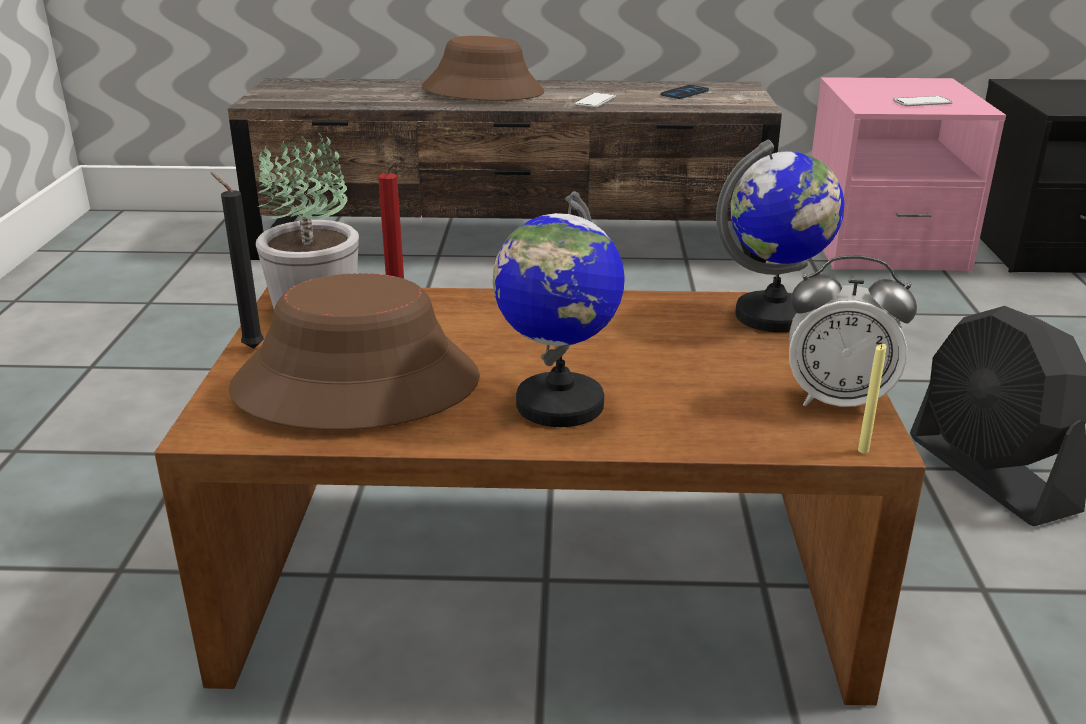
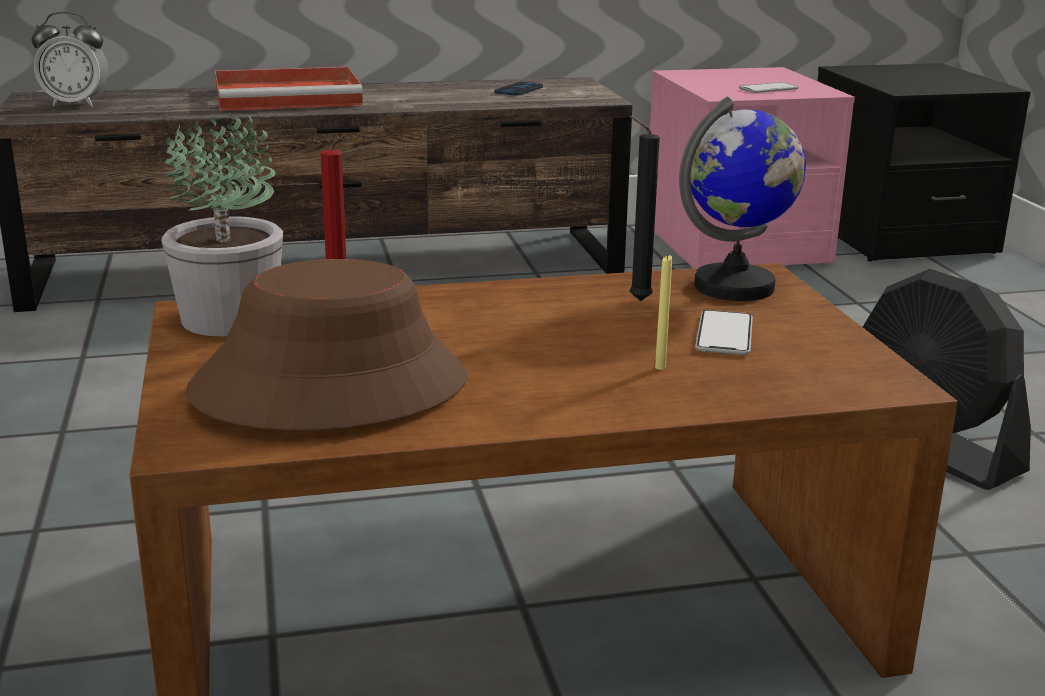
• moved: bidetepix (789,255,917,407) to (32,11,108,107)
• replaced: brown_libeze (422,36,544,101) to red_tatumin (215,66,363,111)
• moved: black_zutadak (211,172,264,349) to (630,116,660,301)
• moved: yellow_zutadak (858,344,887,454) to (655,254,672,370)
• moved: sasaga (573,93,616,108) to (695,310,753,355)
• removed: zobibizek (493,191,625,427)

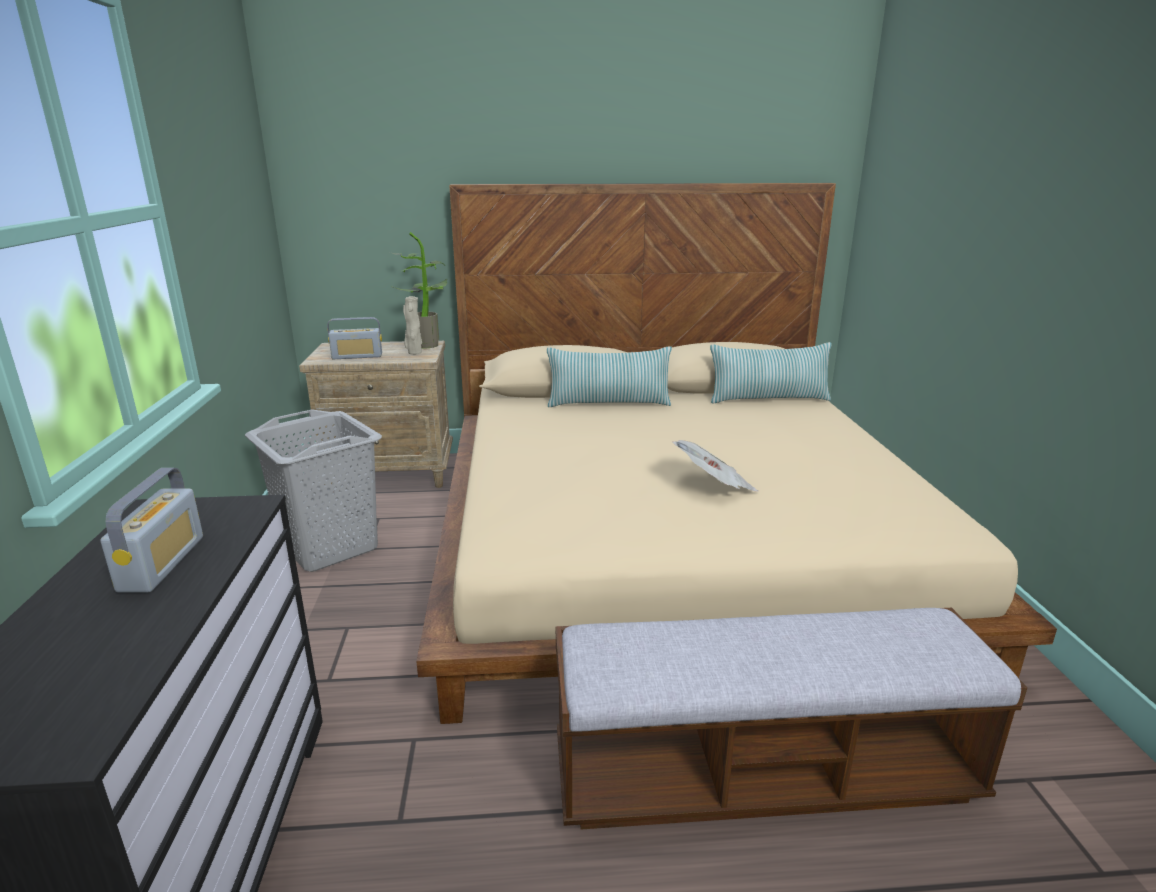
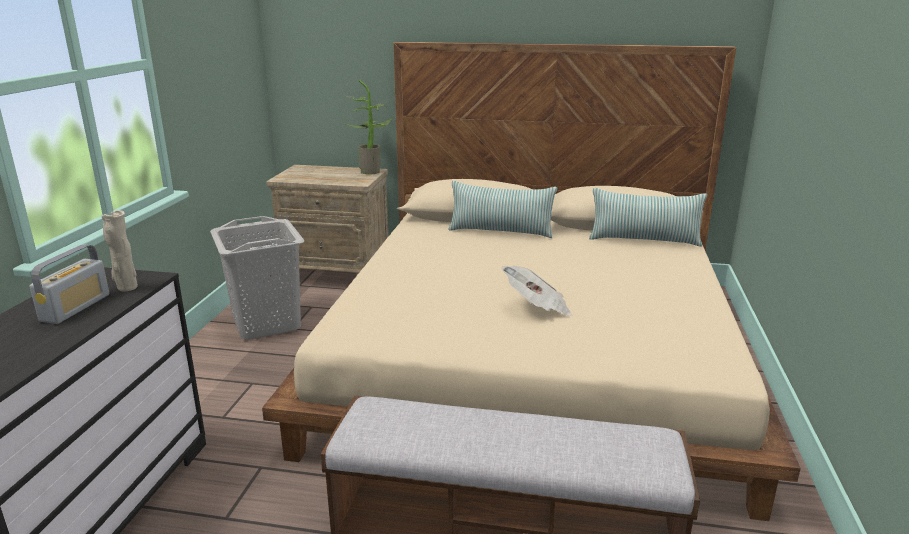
• moved: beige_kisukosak (403,296,422,355) to (102,210,138,291)
• removed: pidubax (327,317,382,359)

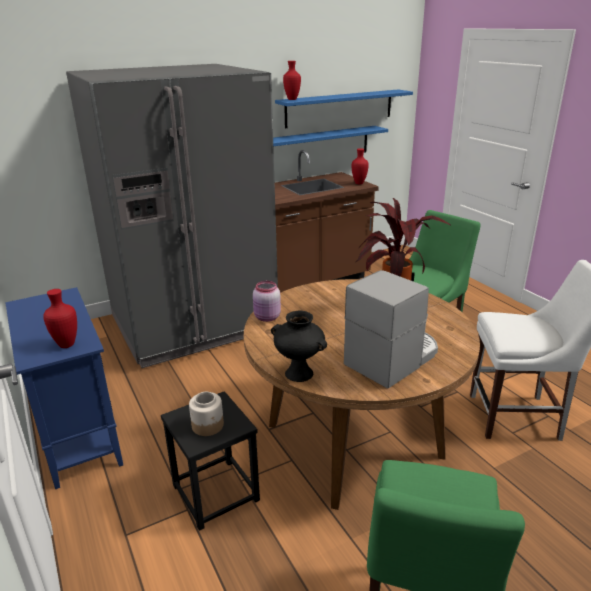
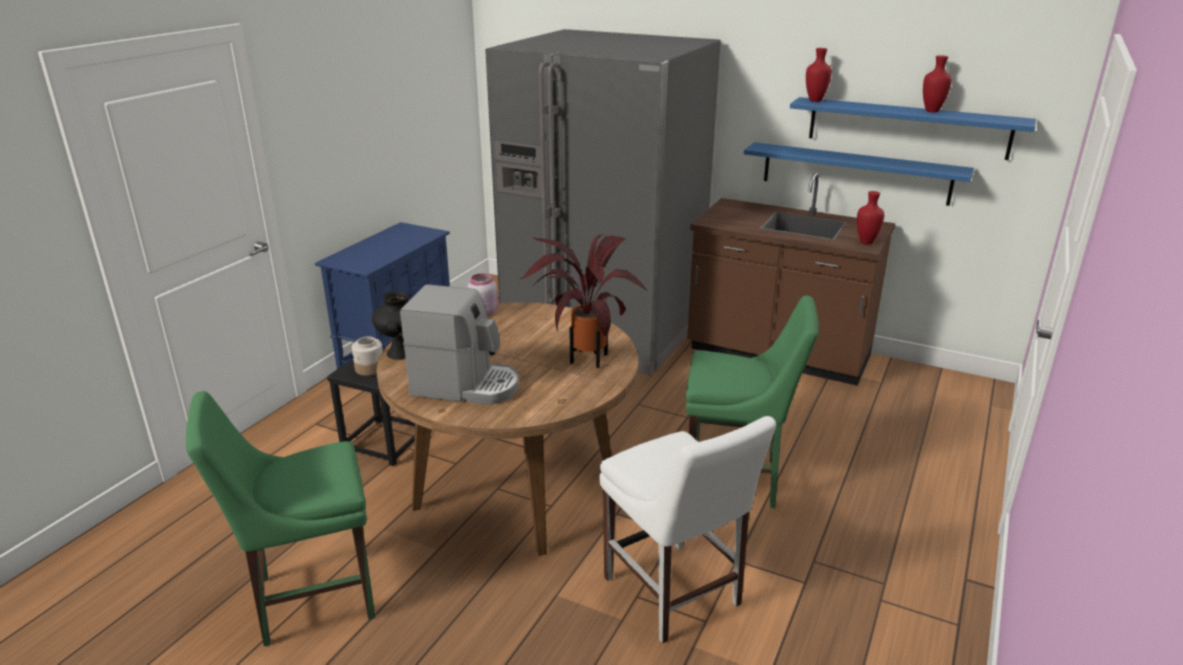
• moved: red_kisukosak (43,289,77,348) to (923,55,952,112)

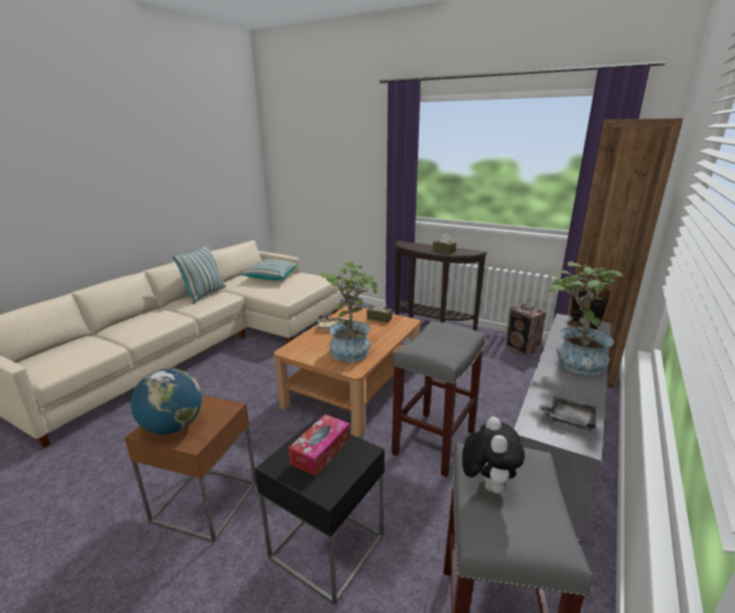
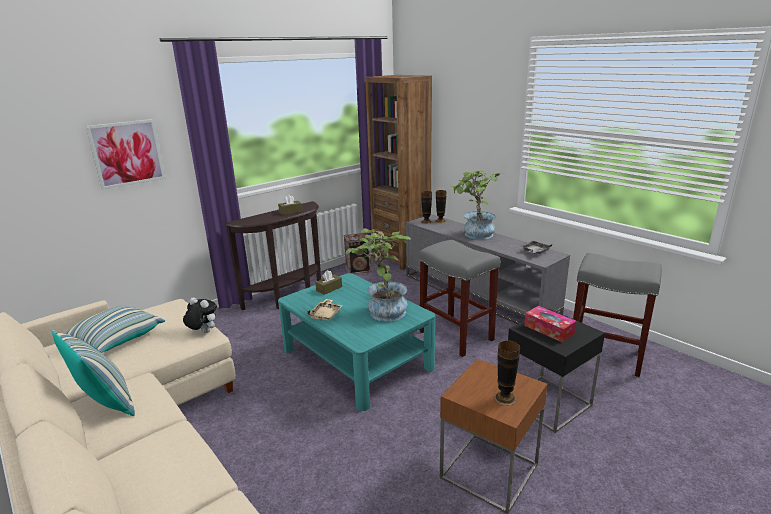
• added: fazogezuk (86,119,166,190)
• moved: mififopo (462,417,525,494) to (183,297,217,333)
• recoloured: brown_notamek (274,305,420,437) to turquoise_notamek (278,273,435,411)
• replaced: zobibizek (131,368,202,434) to kisukosak (493,341,520,406)

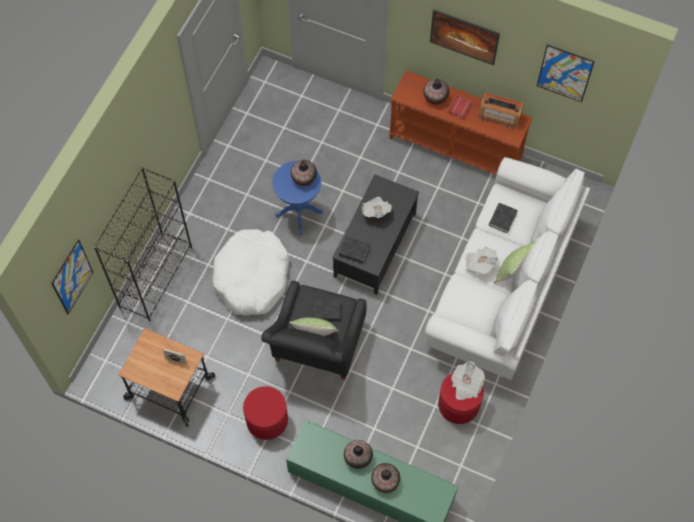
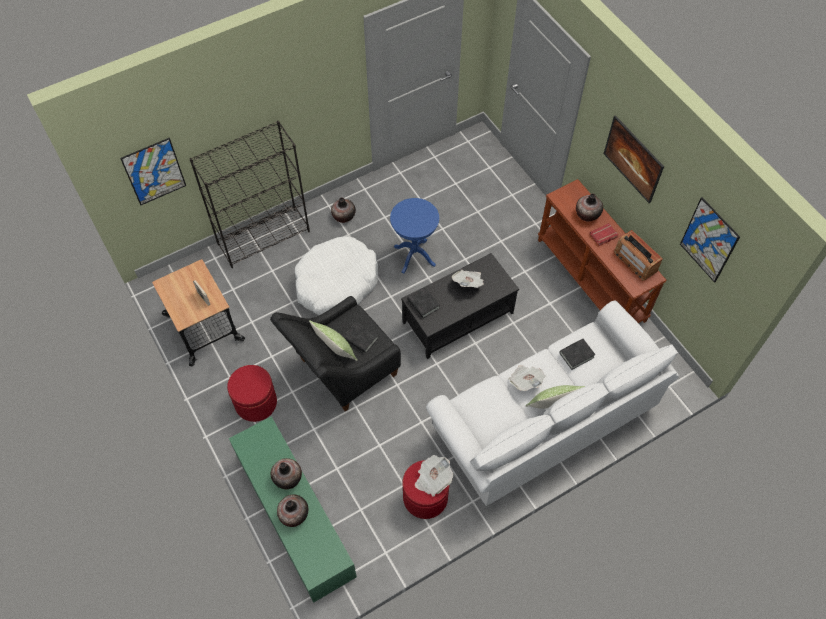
• moved: kisukosak (291,160,317,186) to (331,197,356,223)

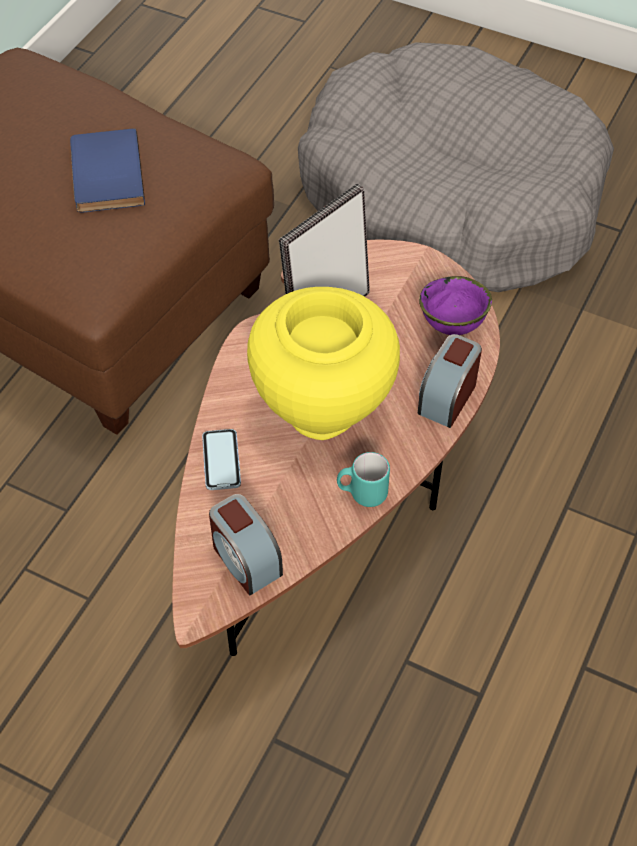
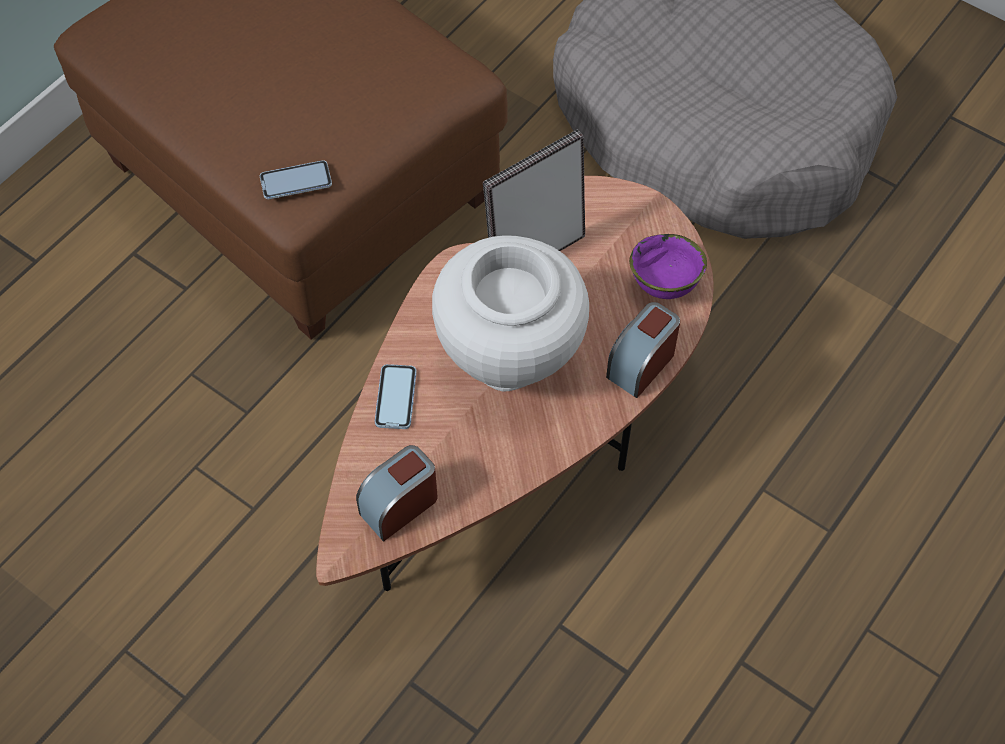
• added: sasaga (260,160,332,199)
• turned: bidetepix (209,494,283,596) = (356,445,438,541) 75 degrees clockwise
• recoloured: yellow_kisukosak (247,287,400,440) to white_kisukosak (432,235,589,392)
• removed: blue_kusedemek (70,128,145,213)
• removed: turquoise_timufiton (337,452,390,507)

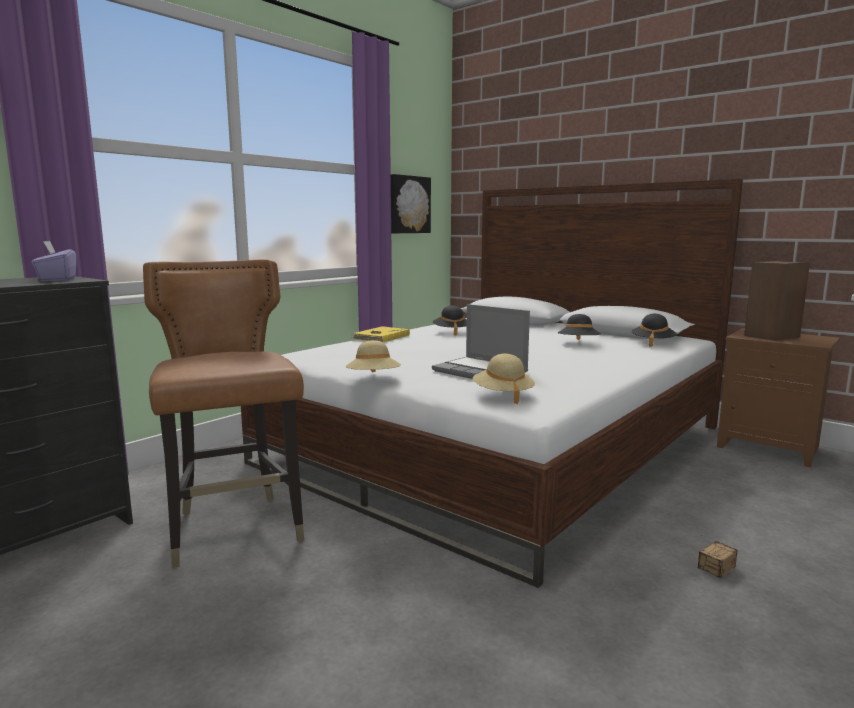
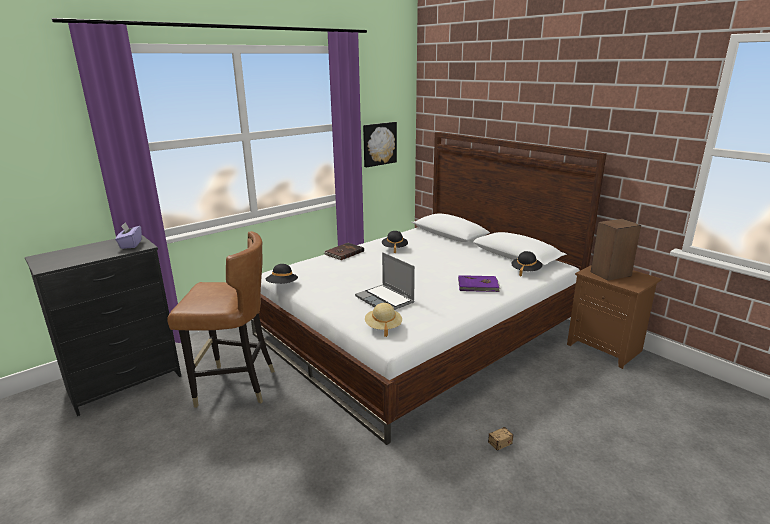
• turned: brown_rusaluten (143,259,304,568) = (167,231,275,408) 105 degrees clockwise
• moved: black_libeze (558,314,601,340) to (265,264,298,284)
• recoloured: yellow_kusedemek (352,326,410,342) to brown_kusedemek (324,243,364,260)
• added: purple_kusedemek (458,275,500,292)
• removed: beige_libeze (346,340,401,373)

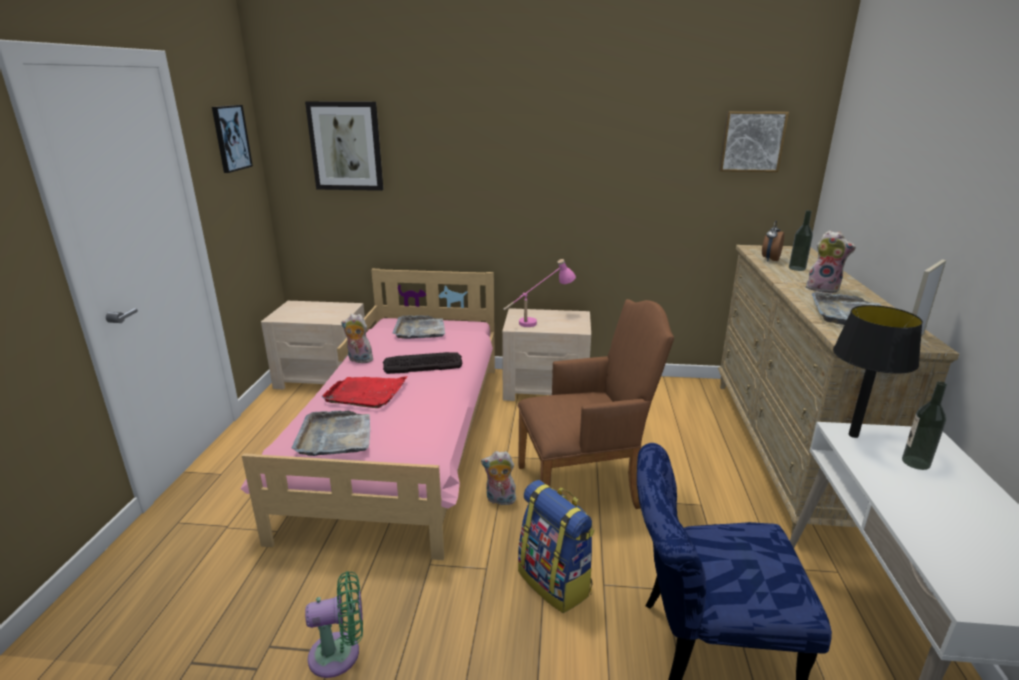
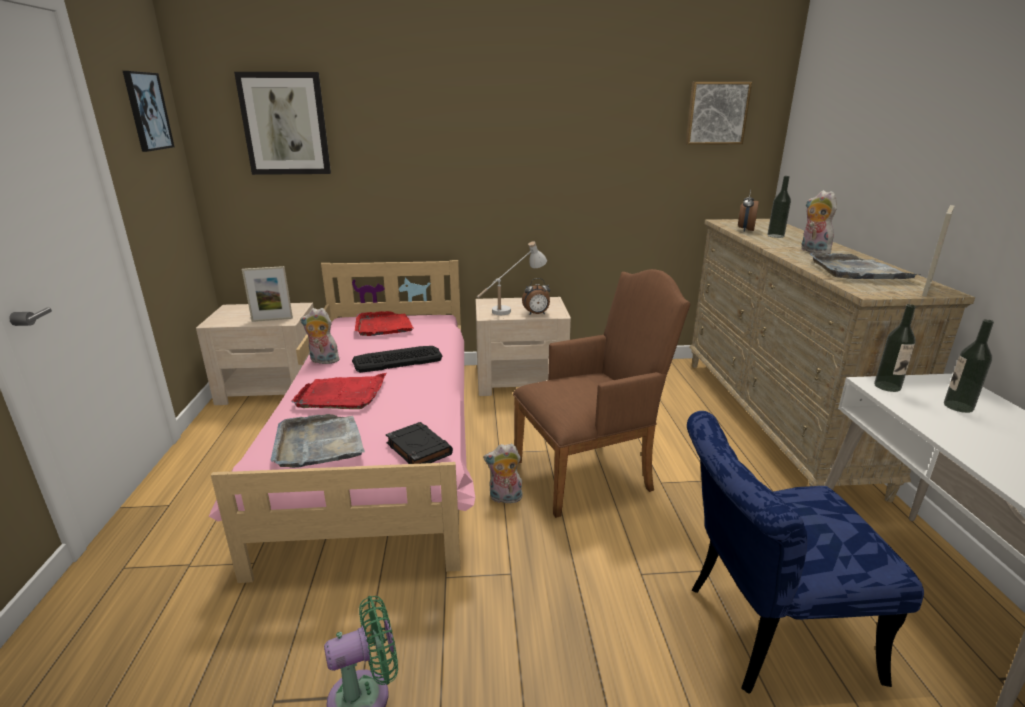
• added: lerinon (242,266,293,322)
• recoloured: grey_tatumin (393,315,445,339) to red_tatumin (355,311,413,336)
• added: black_kusedemek (386,422,453,464)
• recoloured: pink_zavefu (503,259,576,327) to white_zavefu (477,241,547,315)
• added: bidetepix (522,278,550,315)
• turned: mififopo (806,230,856,294) = (802,190,837,254) 135 degrees counterclockwise
• replaced: black_zavefu (833,305,923,438) to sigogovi (874,304,916,392)
• removed: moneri (518,480,595,613)

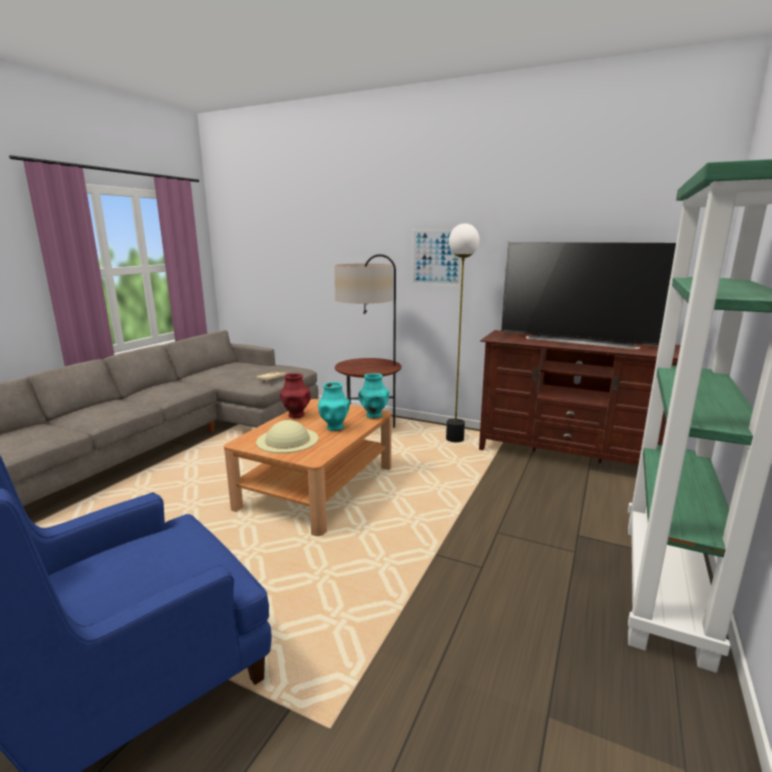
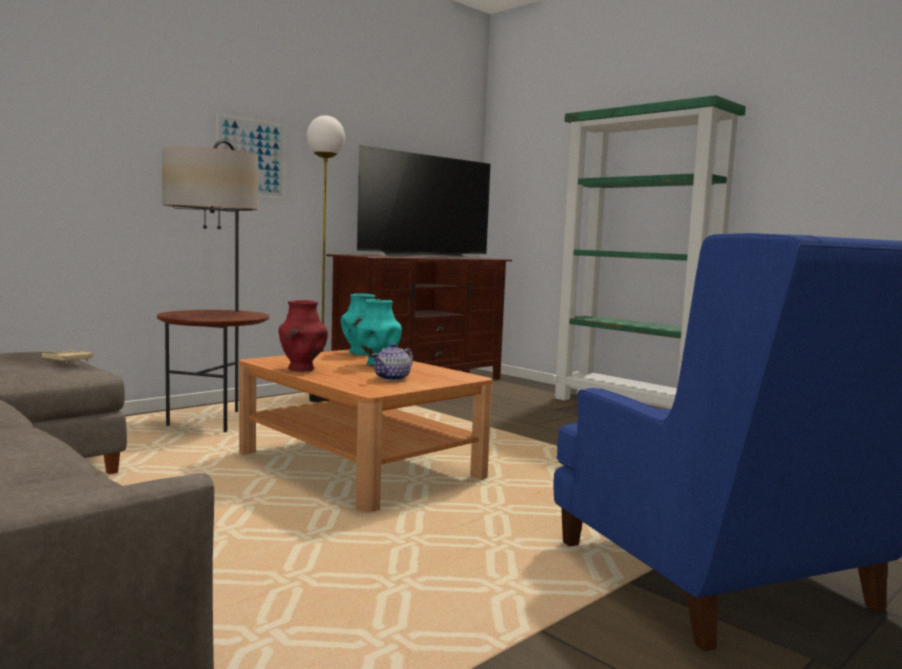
• replaced: beige_libeze (256,420,318,453) to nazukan (371,343,413,381)

